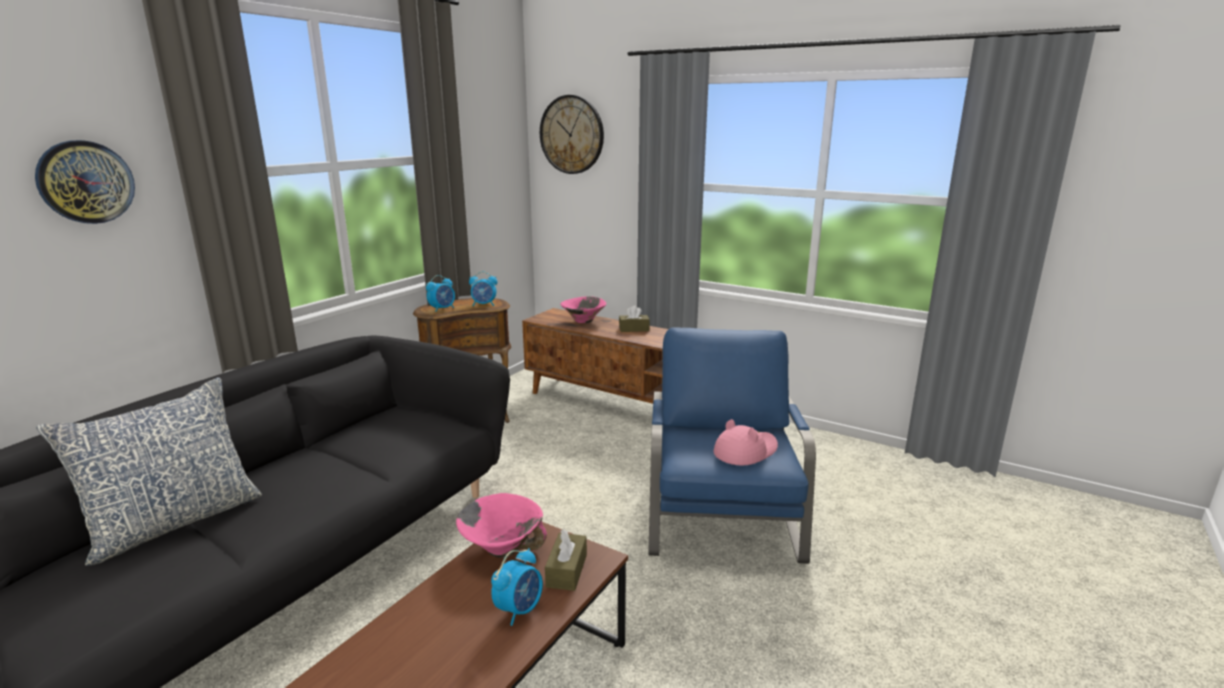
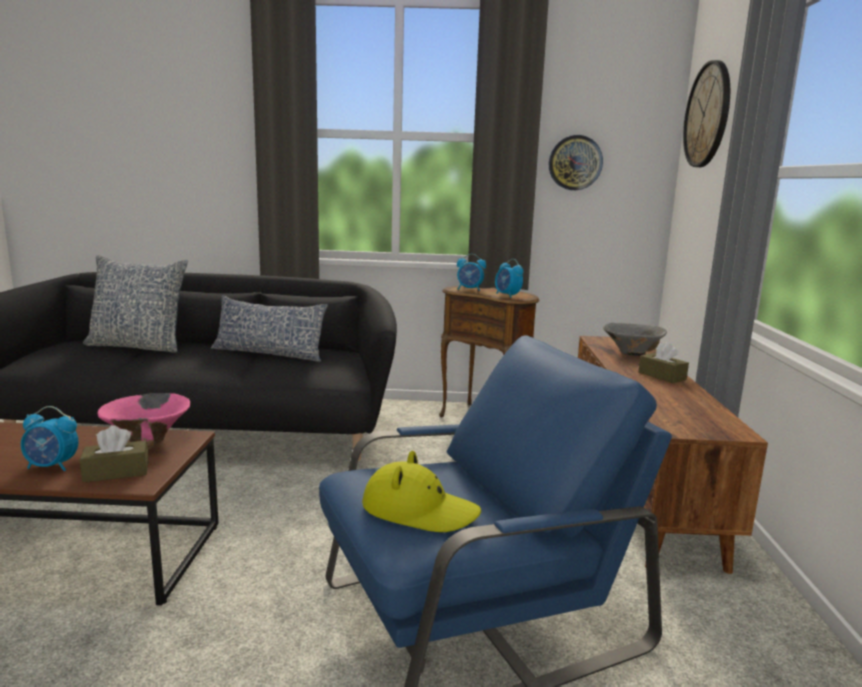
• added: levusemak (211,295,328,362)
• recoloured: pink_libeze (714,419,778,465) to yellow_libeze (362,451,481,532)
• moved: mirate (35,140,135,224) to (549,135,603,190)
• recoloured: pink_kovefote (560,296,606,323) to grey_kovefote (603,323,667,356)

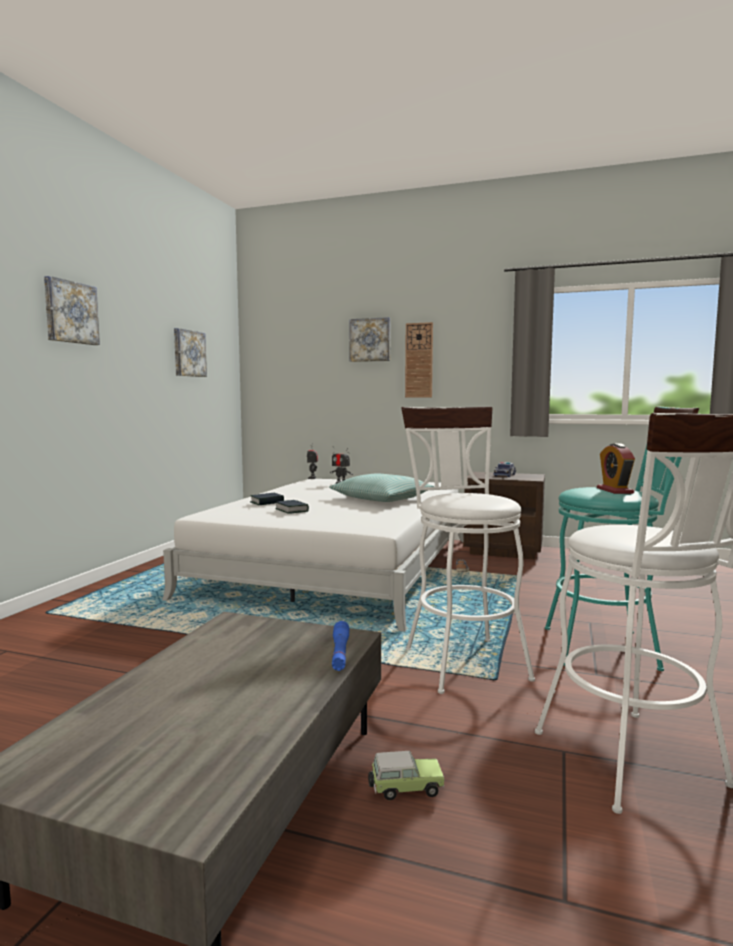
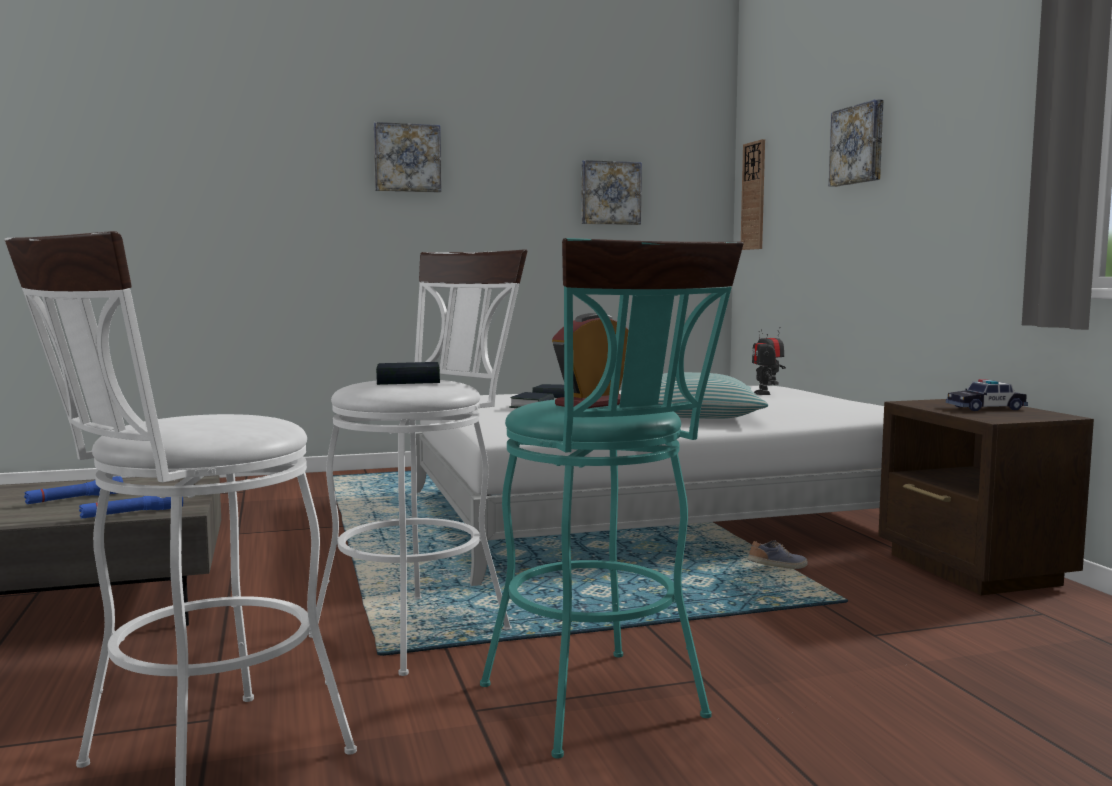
• added: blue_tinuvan (24,476,123,504)
• added: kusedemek (376,362,440,385)
• moved: mirate (405,322,433,397) to (741,139,765,250)
• removed: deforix (368,751,444,801)

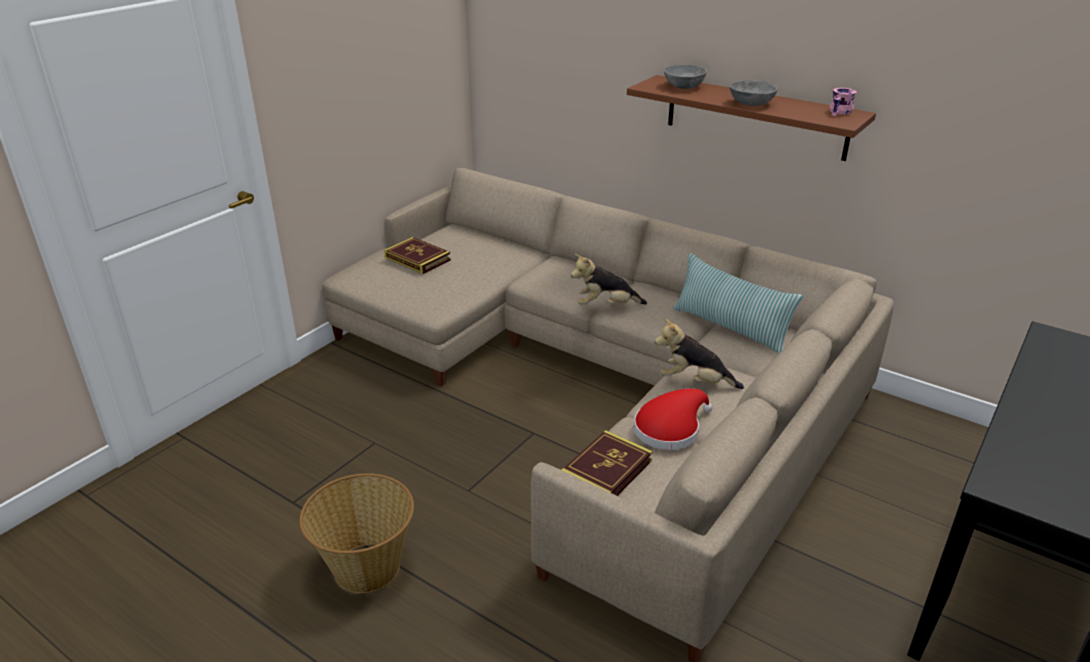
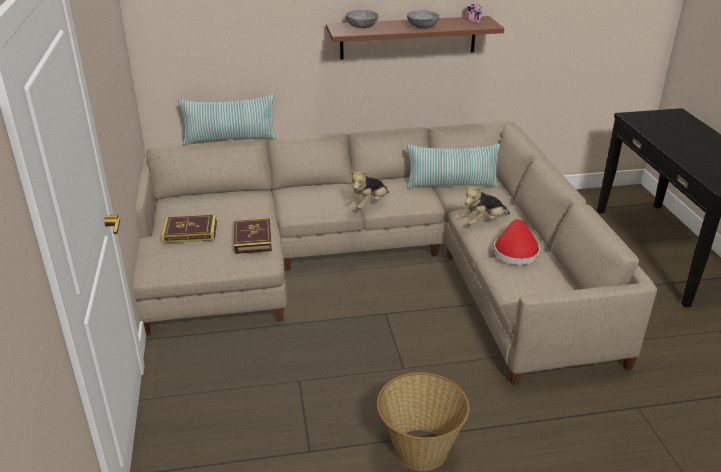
• added: levusemak (178,95,277,145)
• moved: kusedemek (562,430,652,496) to (234,217,272,254)

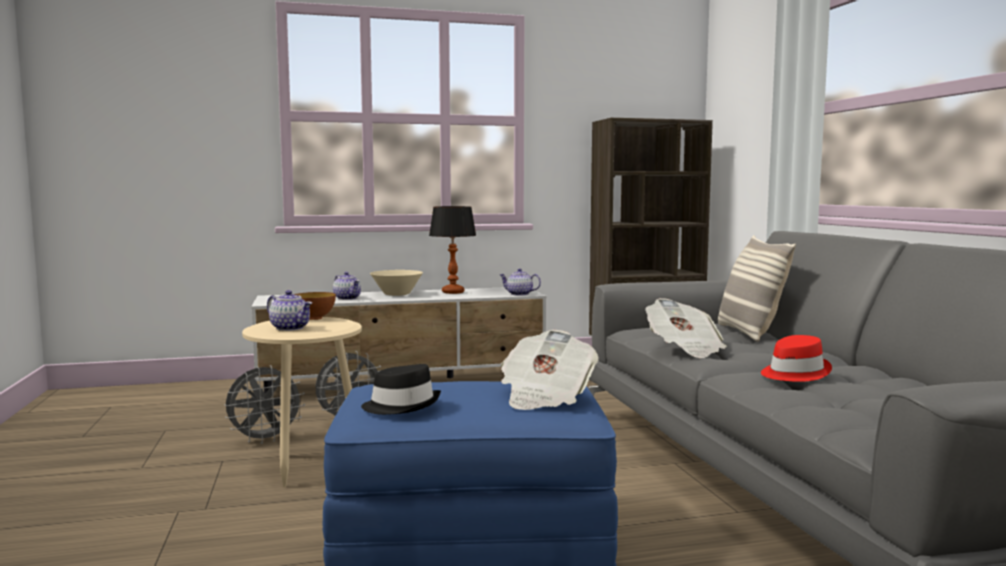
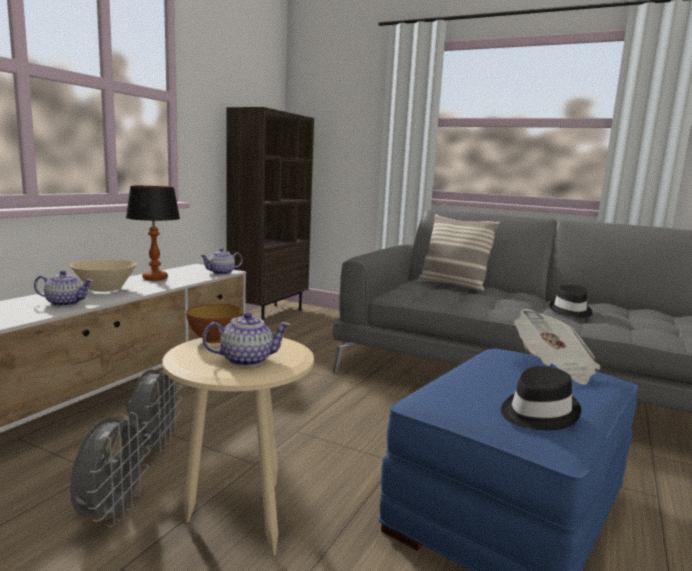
• recoloured: red_libeze (761,335,832,382) to black_libeze (549,285,593,318)
• removed: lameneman (645,298,727,358)

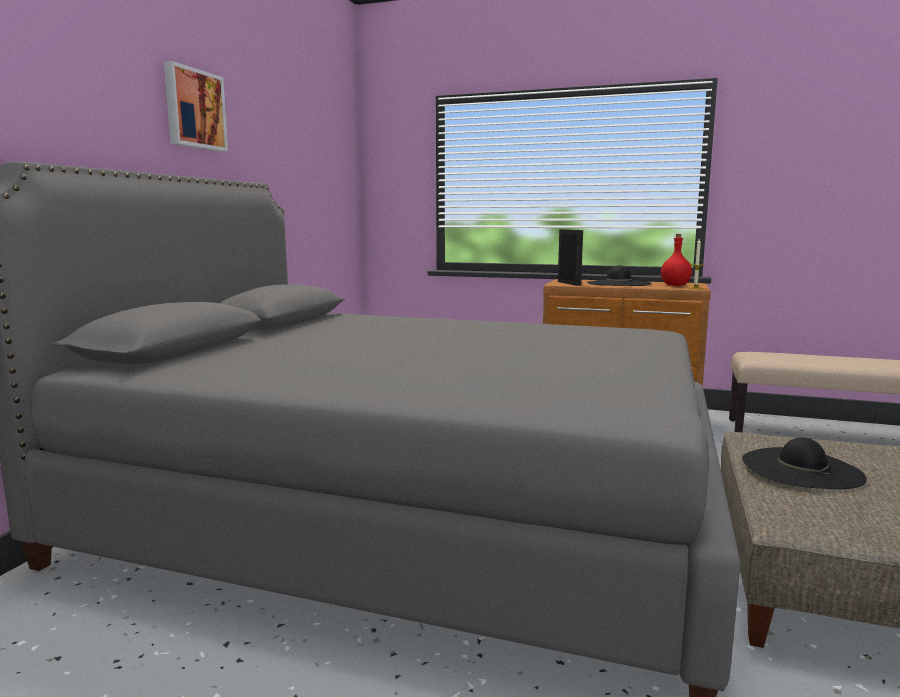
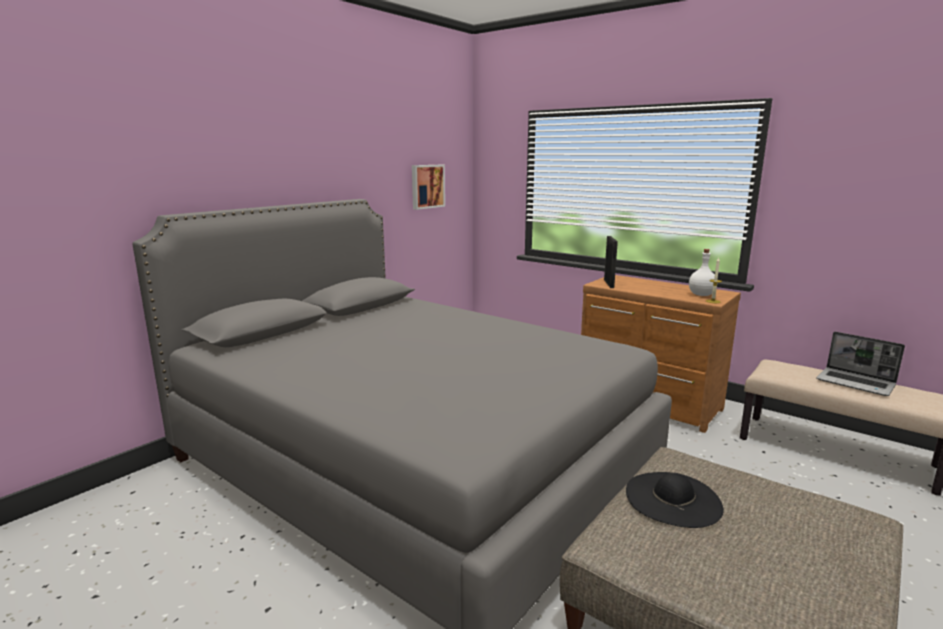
• moved: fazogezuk (164,61,228,151) to (412,165,445,210)
• recoloured: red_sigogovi (661,234,692,286) to white_sigogovi (689,249,715,296)
• added: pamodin (816,332,905,396)
• removed: black_libeze (587,265,652,286)

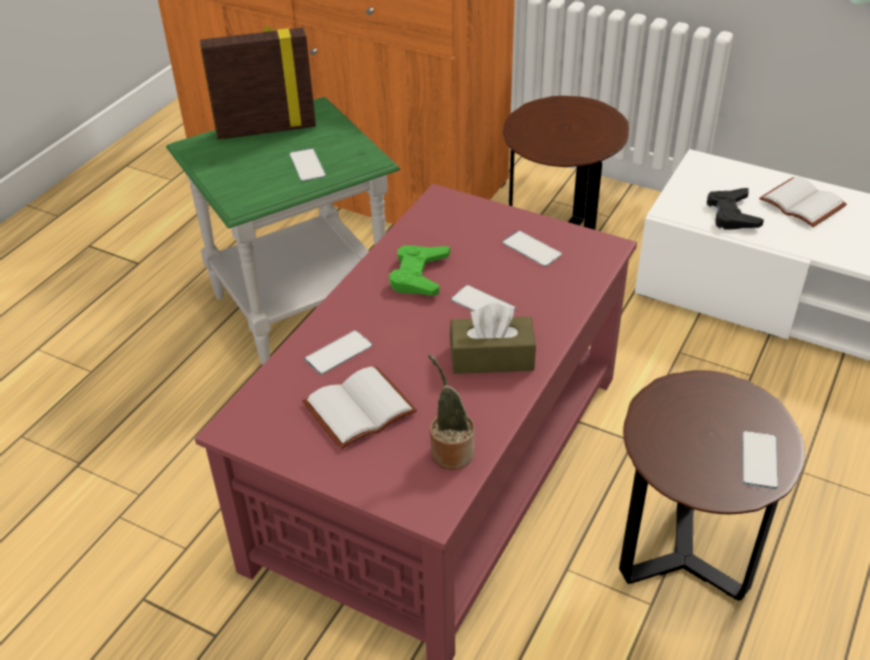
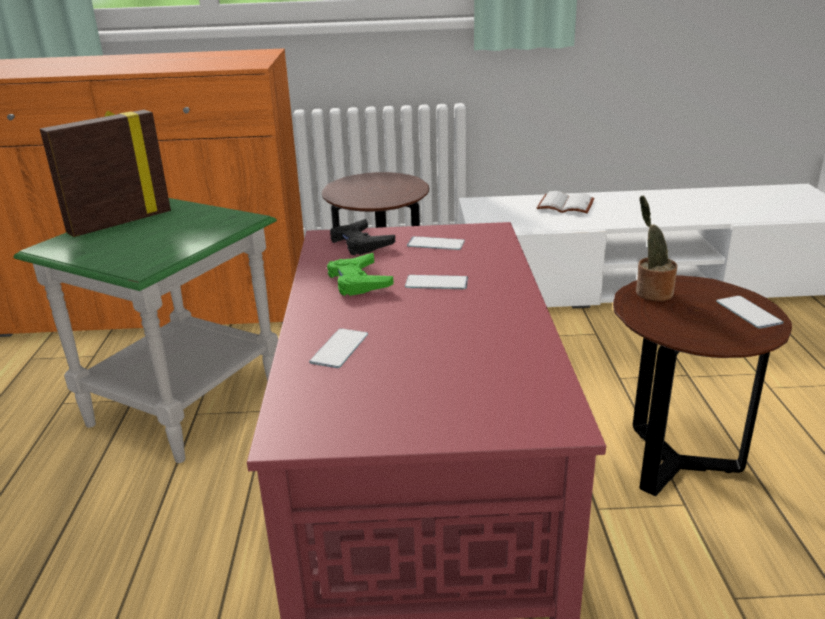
• moved: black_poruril (707,188,764,230) to (330,219,395,256)
• moved: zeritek (428,354,475,470) to (636,196,677,301)
• removed: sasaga (289,148,326,181)
• removed: white_kusedemek (302,366,417,449)
• removed: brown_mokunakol (450,303,536,374)

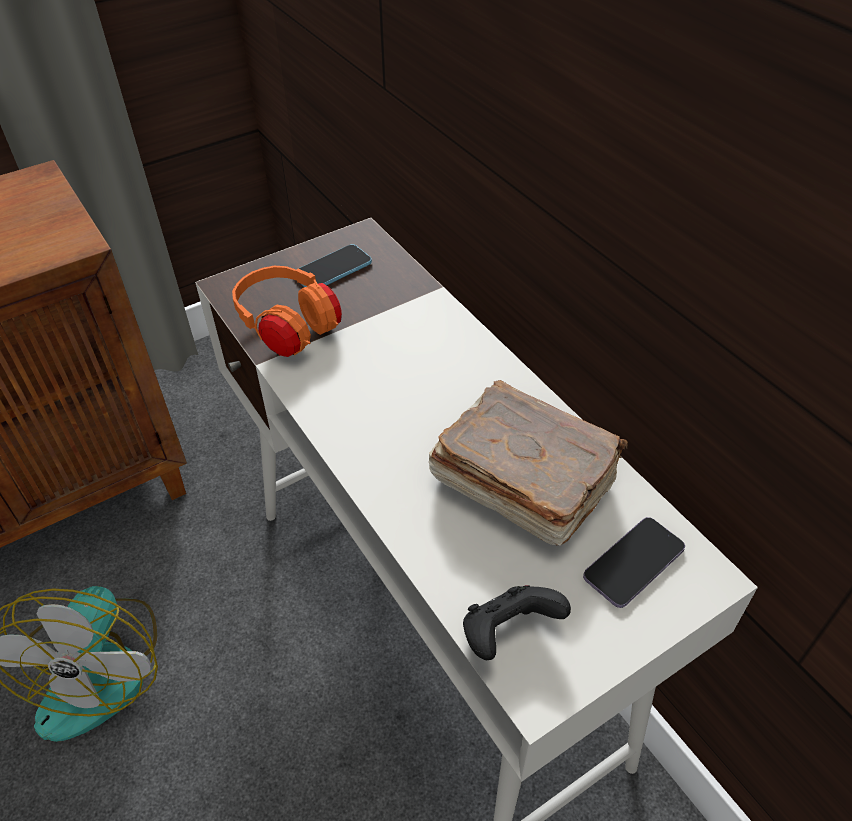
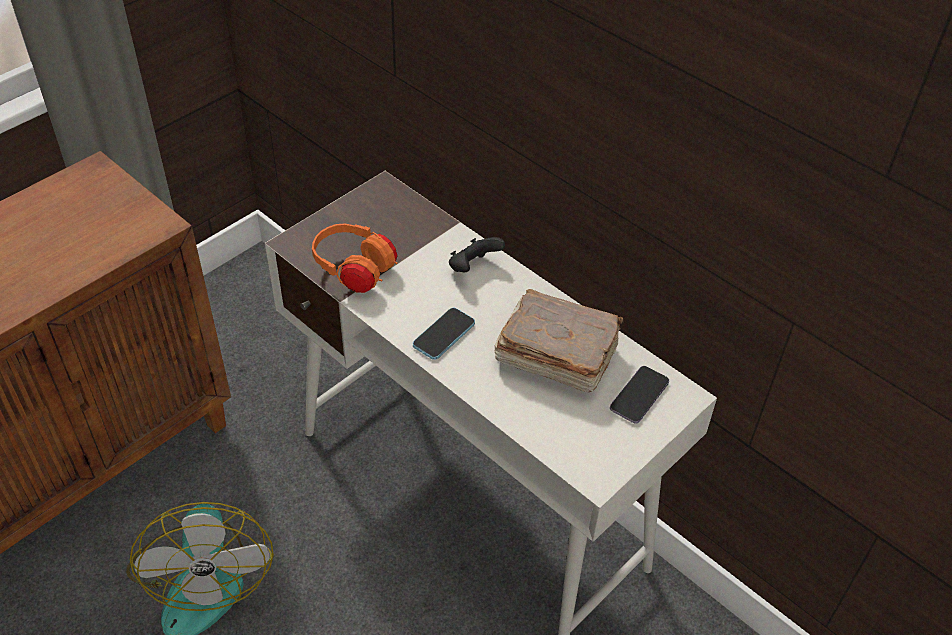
• moved: sasaga (296,244,372,287) to (413,308,475,360)
• moved: black_poruril (463,585,571,660) to (449,237,505,272)

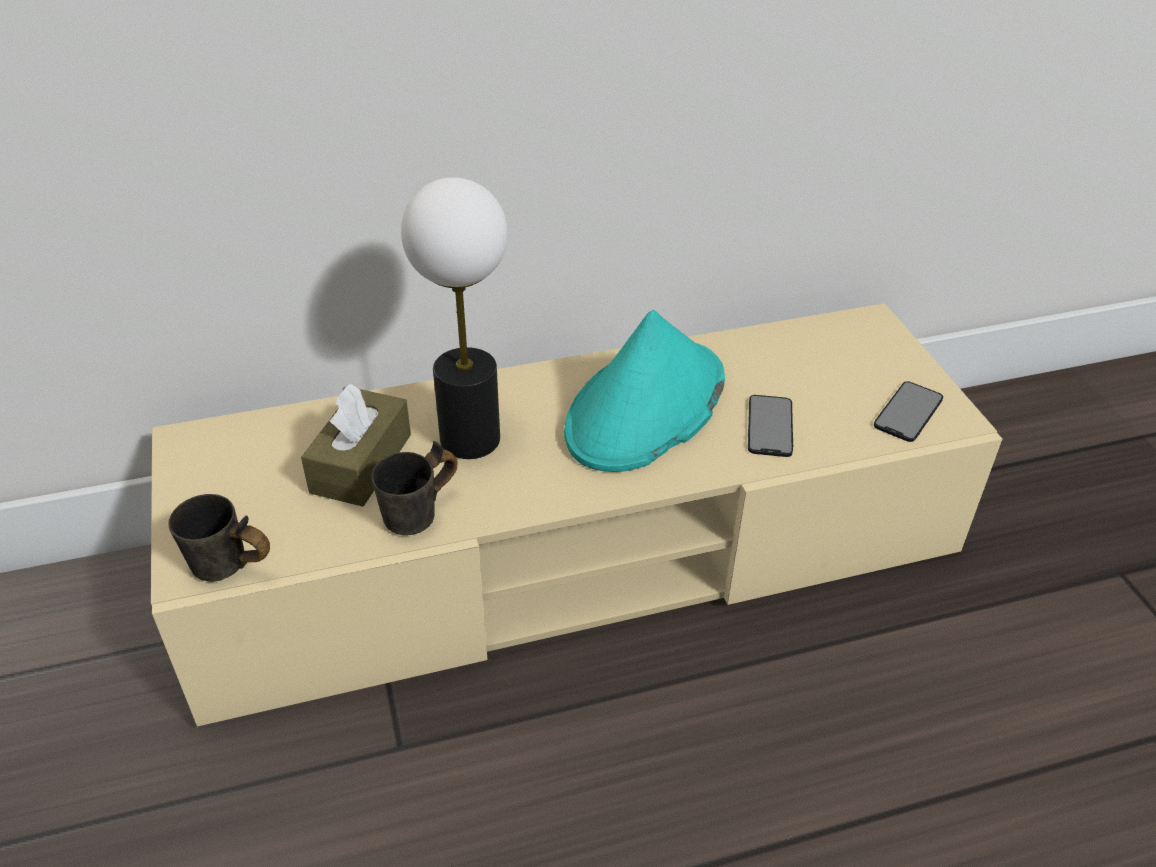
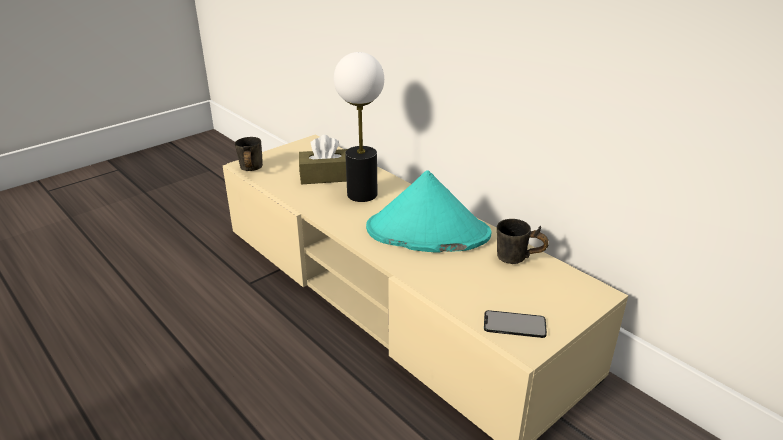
• moved: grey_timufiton (371,441,458,535) to (497,219,549,264)
• removed: sasaga (748,395,793,457)

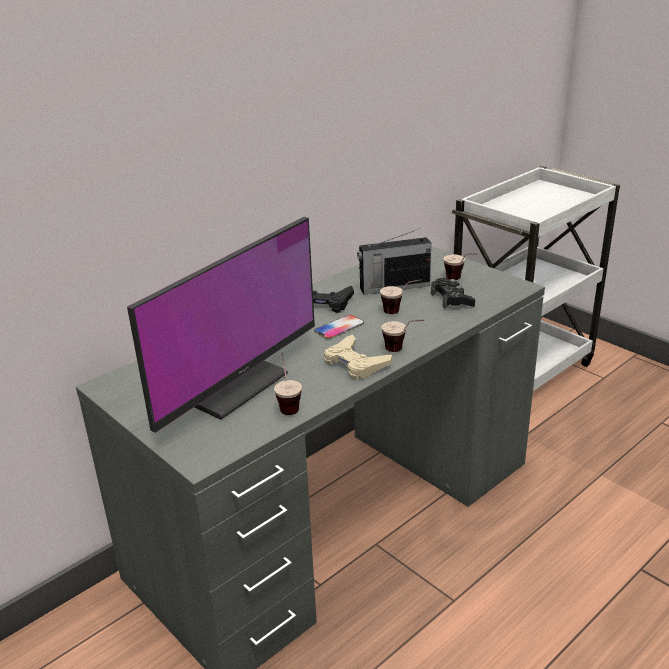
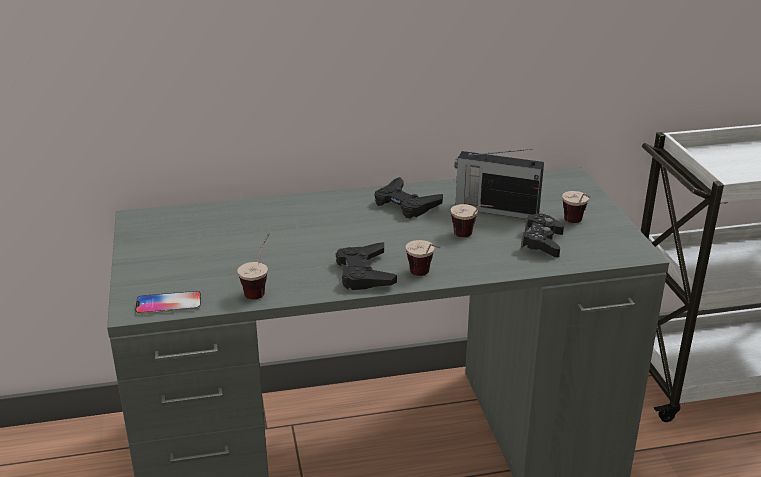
• moved: sasaga (314,315,364,339) to (135,291,201,314)
• recoloured: beige_poruril (324,334,392,380) to black_poruril (336,242,397,290)
• removed: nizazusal (127,217,315,433)

